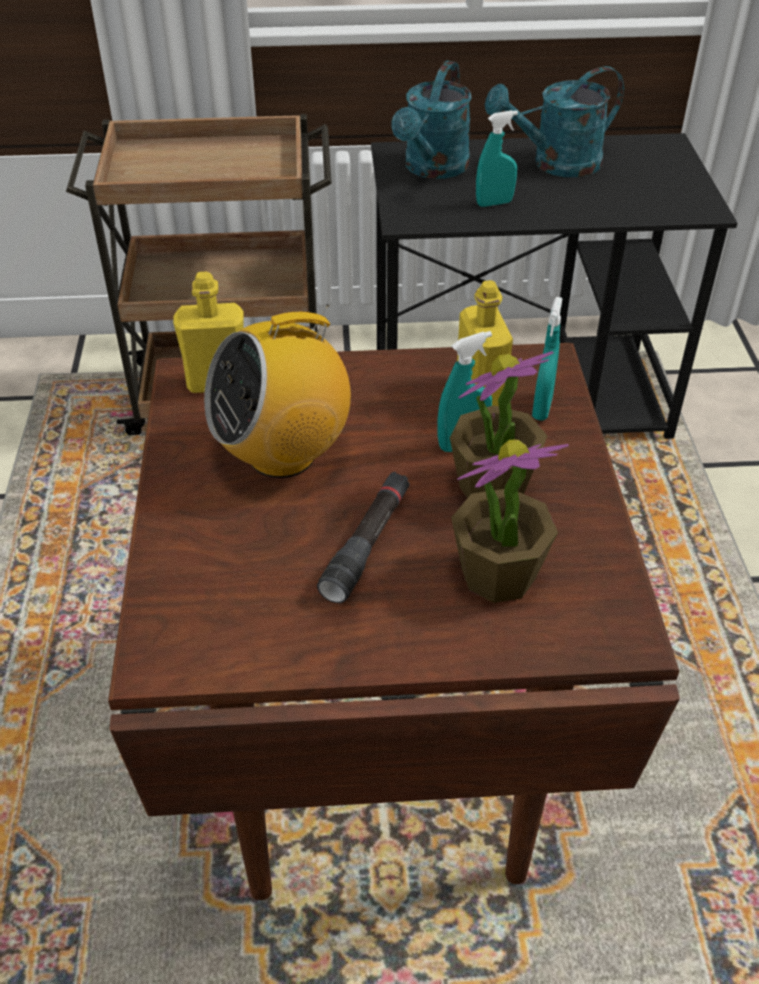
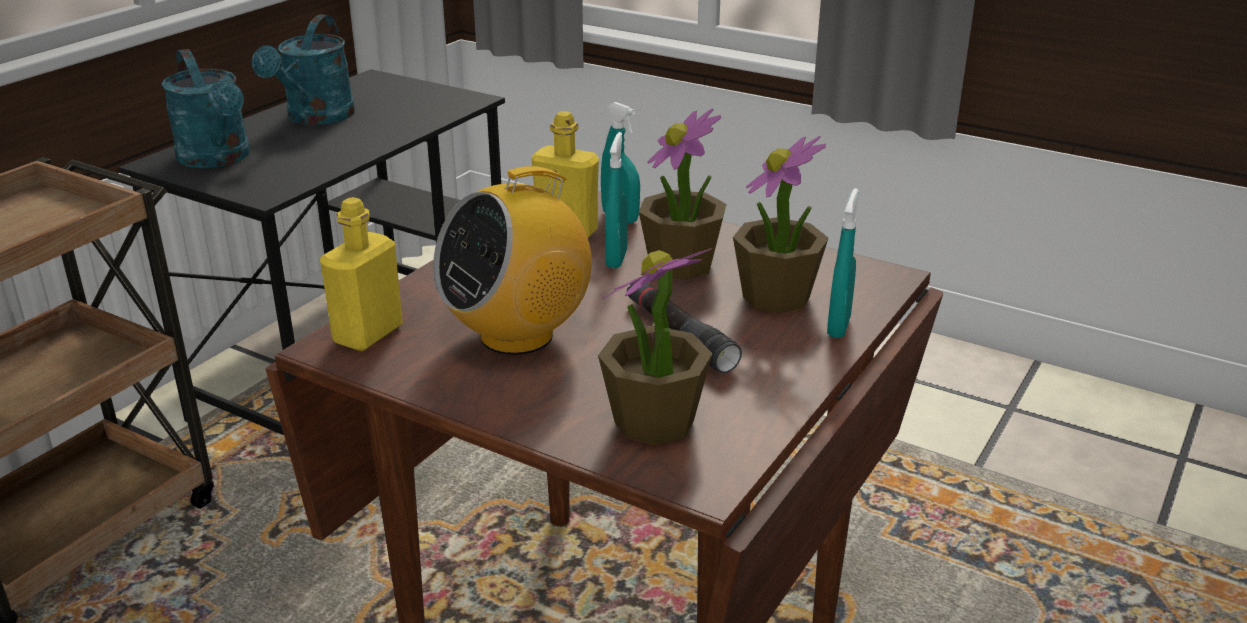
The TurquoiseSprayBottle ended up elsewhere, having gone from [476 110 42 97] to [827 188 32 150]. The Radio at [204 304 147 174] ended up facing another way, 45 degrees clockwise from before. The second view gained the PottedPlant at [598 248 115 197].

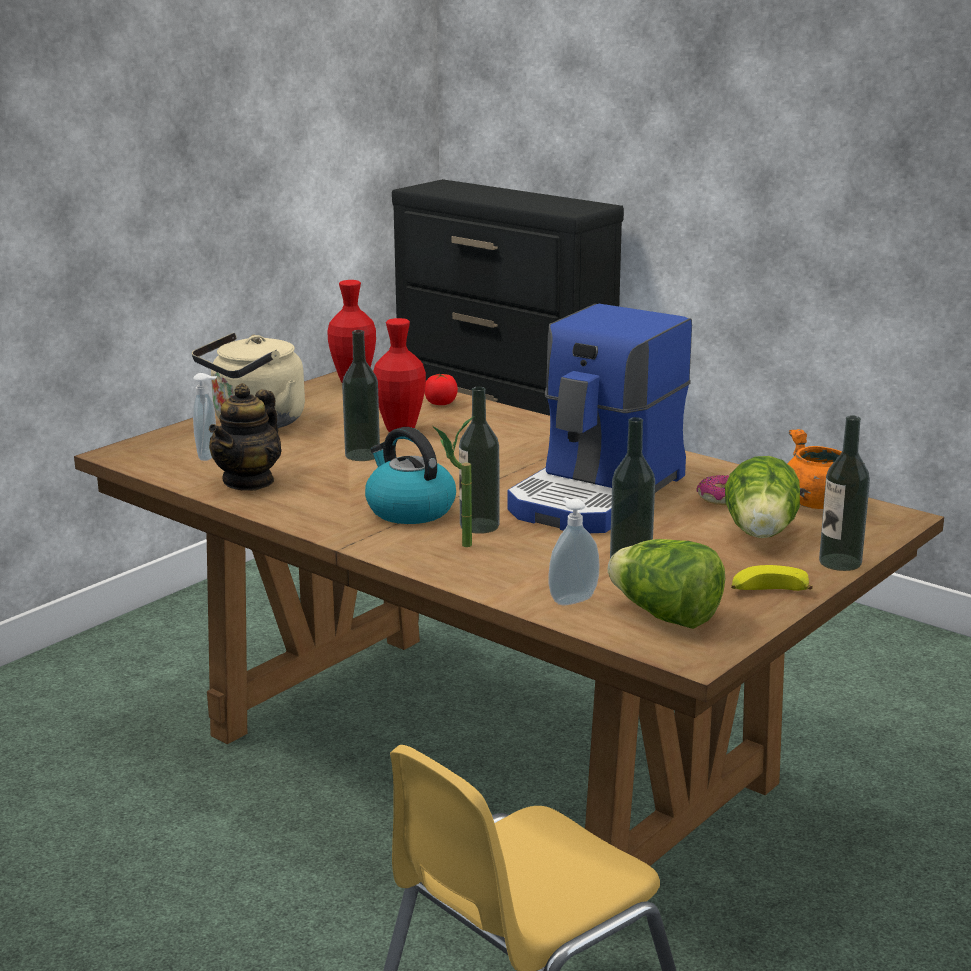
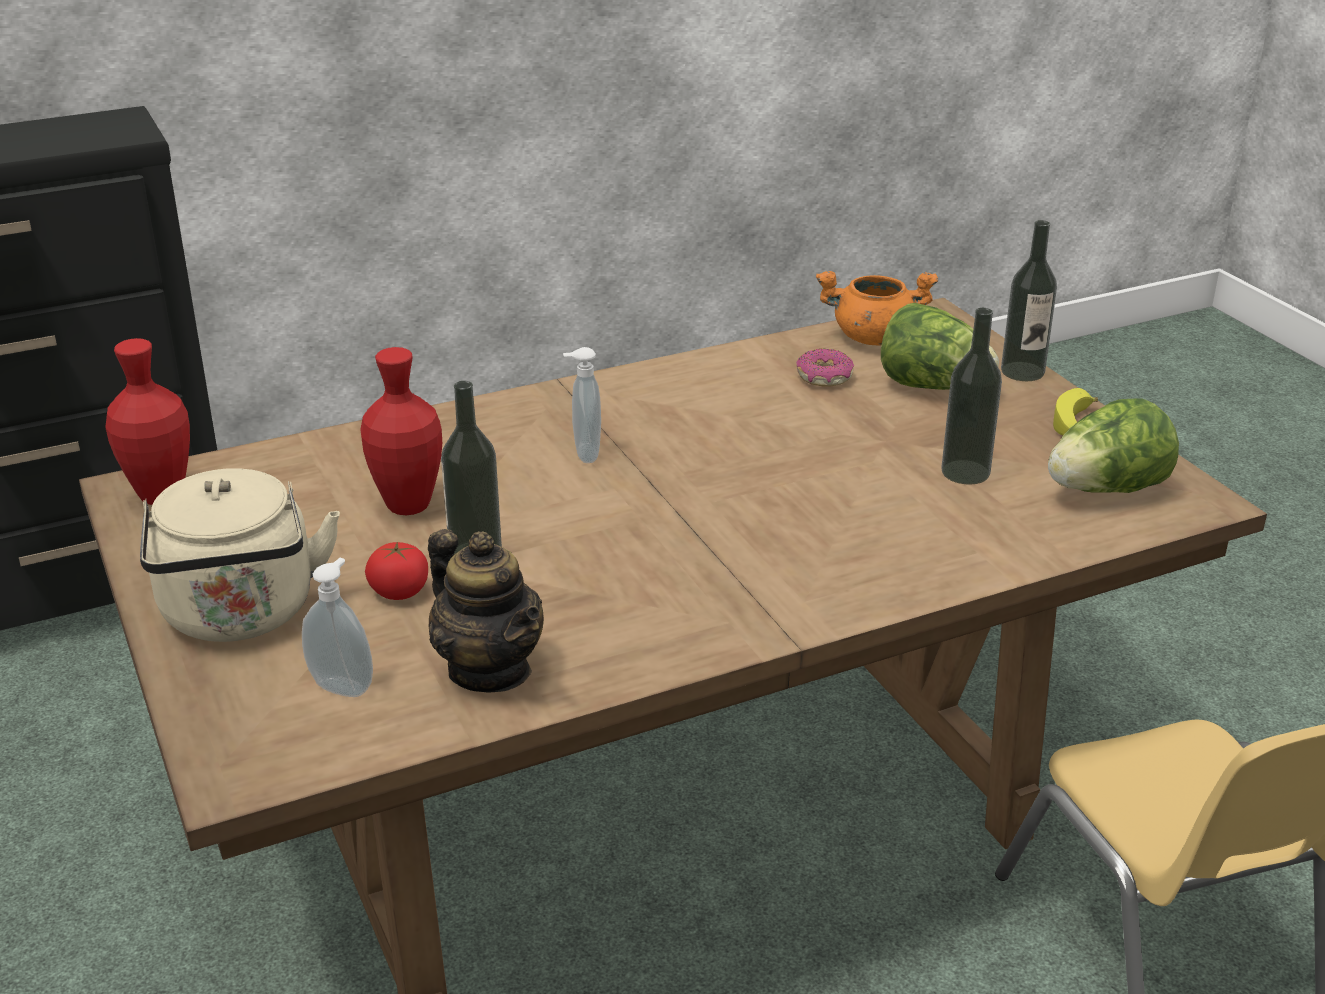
The second view lost the CoffeeMachine at [507 304 185 229]. The Tomato ended up elsewhere, having gone from [425 374 33 31] to [365 542 63 58]. The second view lost the Bottle at [459 386 40 148]. The second view lost the PottedPlant at [433 416 41 131]. The second view lost the Kettle at [365 427 91 97]. The SoapDispenser ended up elsewhere, having gone from [549 497 51 108] to [563 347 38 116].

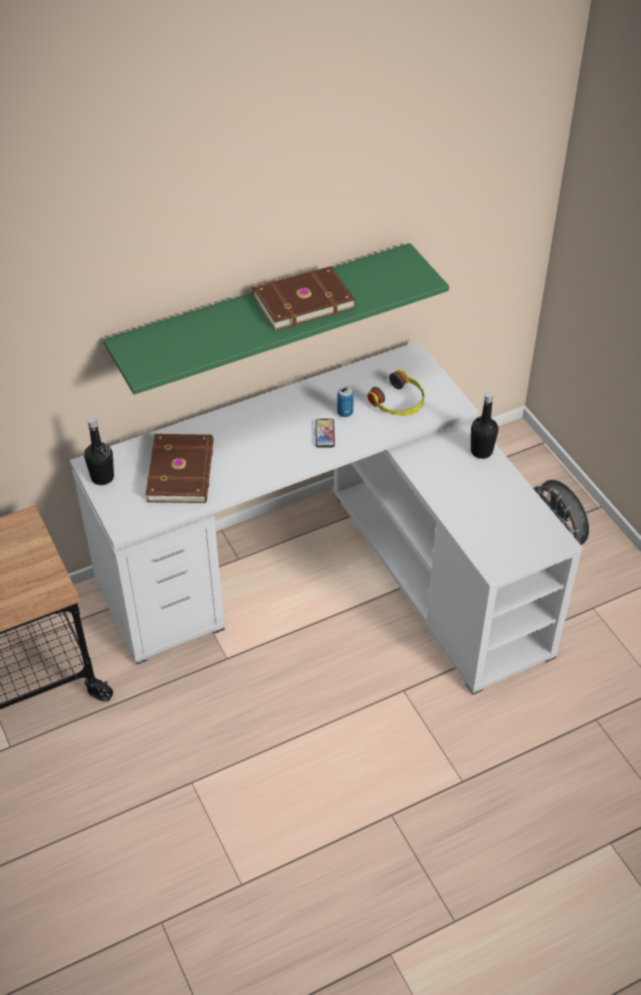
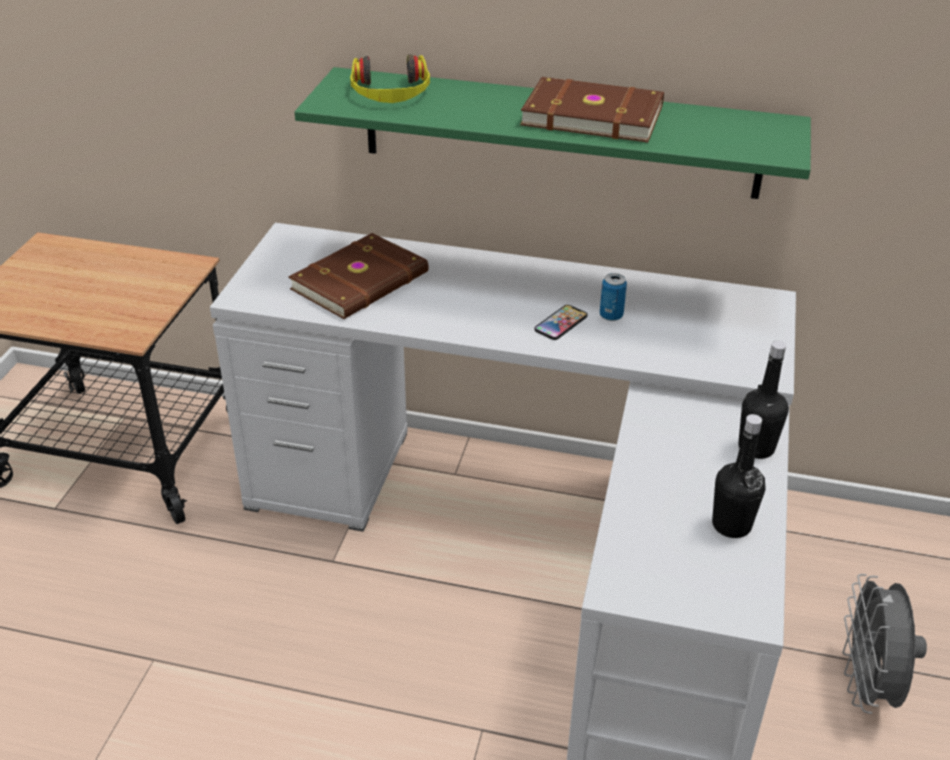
The Headphones ended up elsewhere, having gone from [367 370 58 46] to [350 54 80 49]. The BlackBottle ended up elsewhere, having gone from [84 417 30 68] to [712 414 54 124].

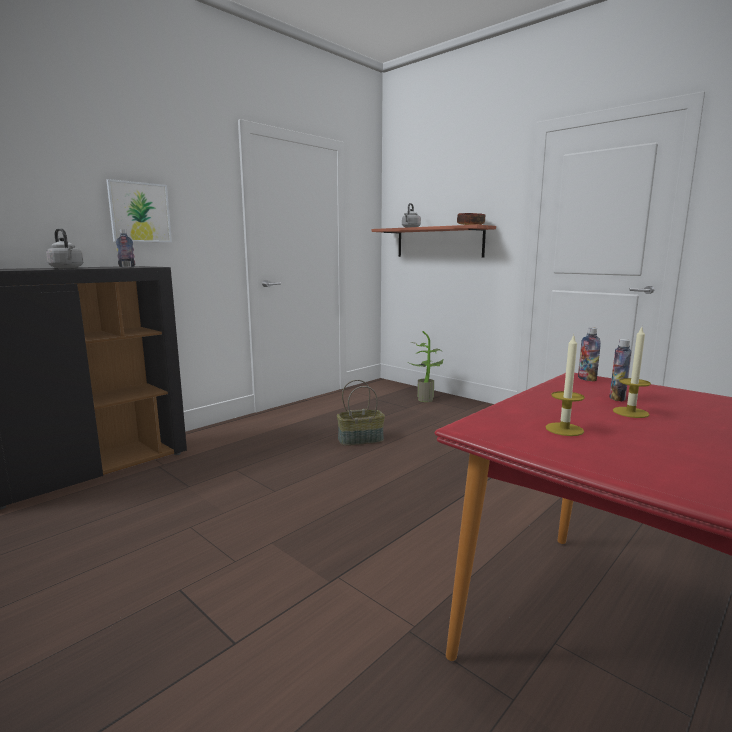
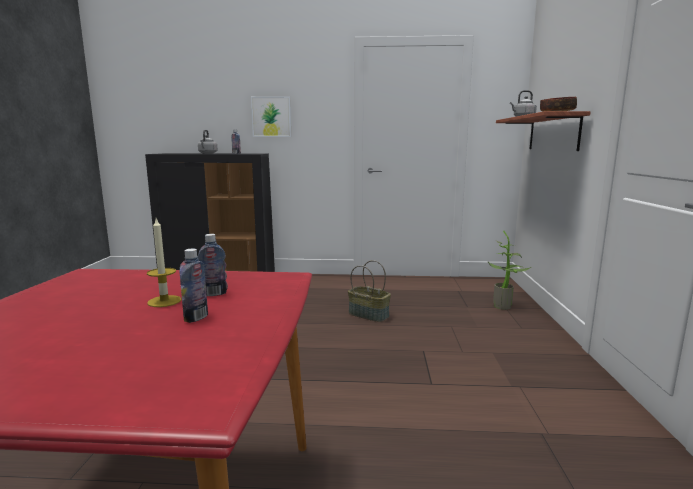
The Bottle ended up elsewhere, having gone from [578 327 23 55] to [180 248 28 75]. The second view lost the Candle at [546 335 39 101].

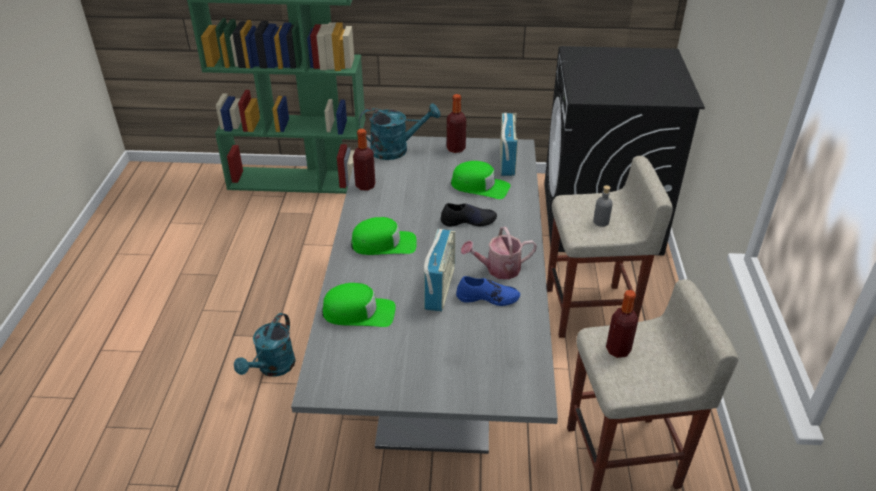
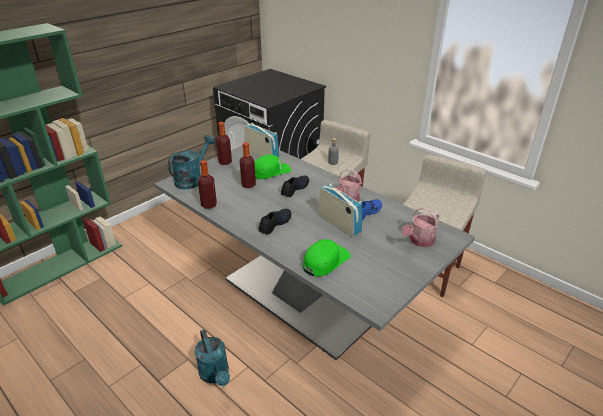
Where the GreenCap stood at [351 217 66 38], the BlackShoe came to stand at [259 209 33 25]. The Bottle ended up elsewhere, having gone from [606 290 32 68] to [240 142 16 46]. The second view gained the WateringCan at [402 207 37 40].

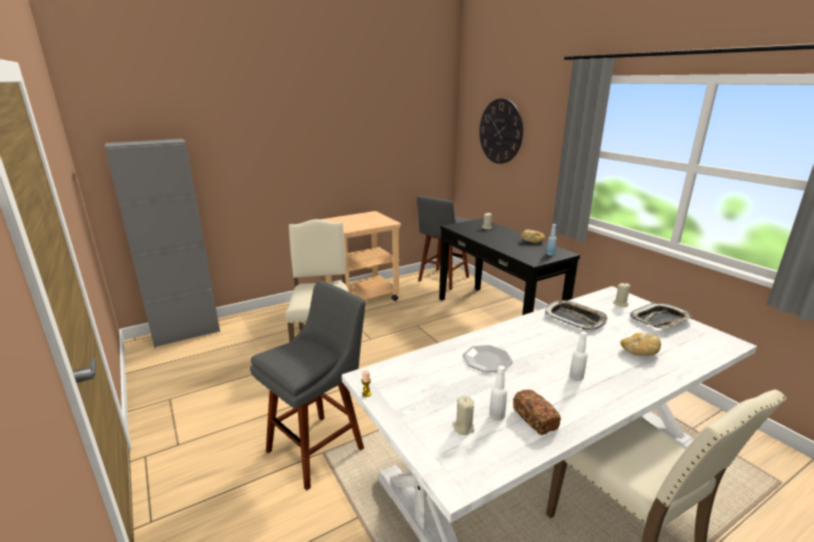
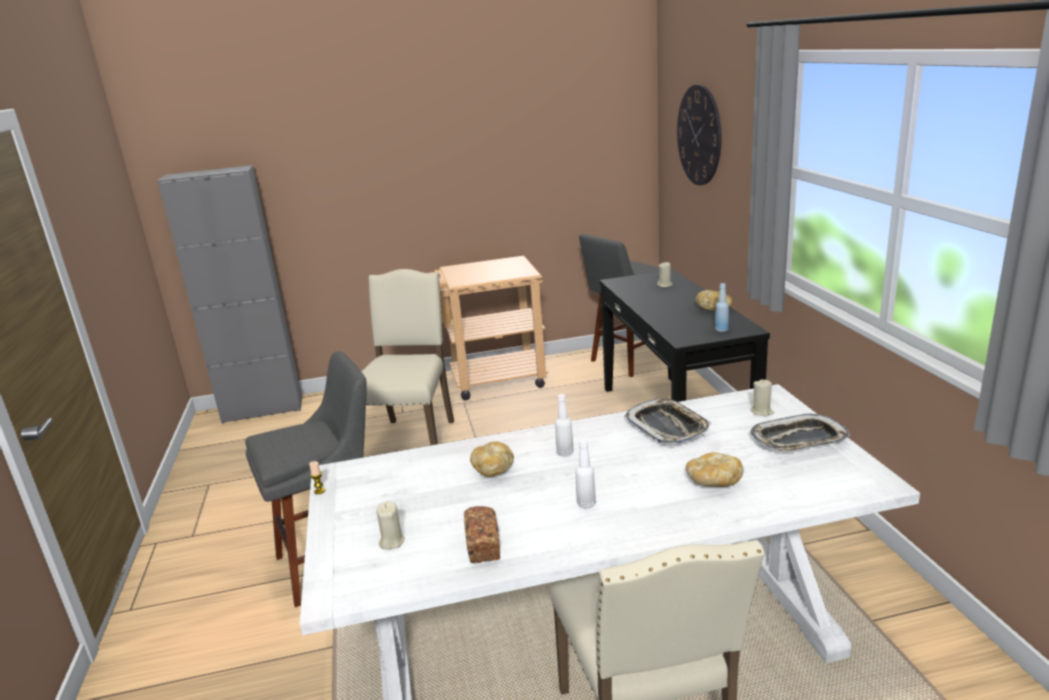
Where the Plate stood at [463 345 50 27], the Bread came to stand at [470 441 44 36]. The WhiteBottle ended up elsewhere, having gone from [489 366 18 55] to [555 394 19 62].

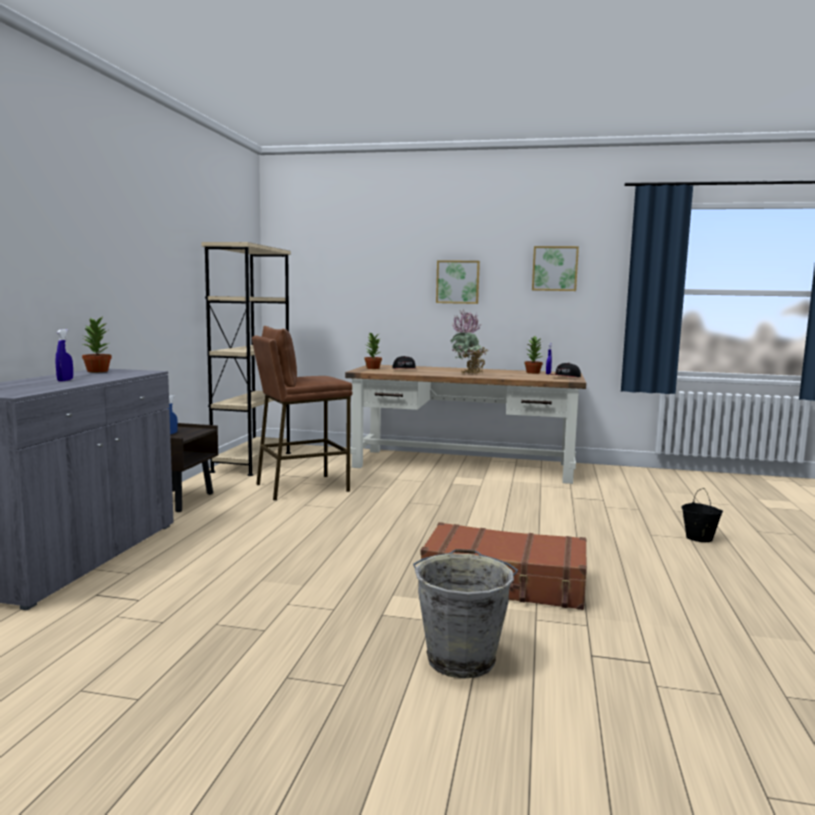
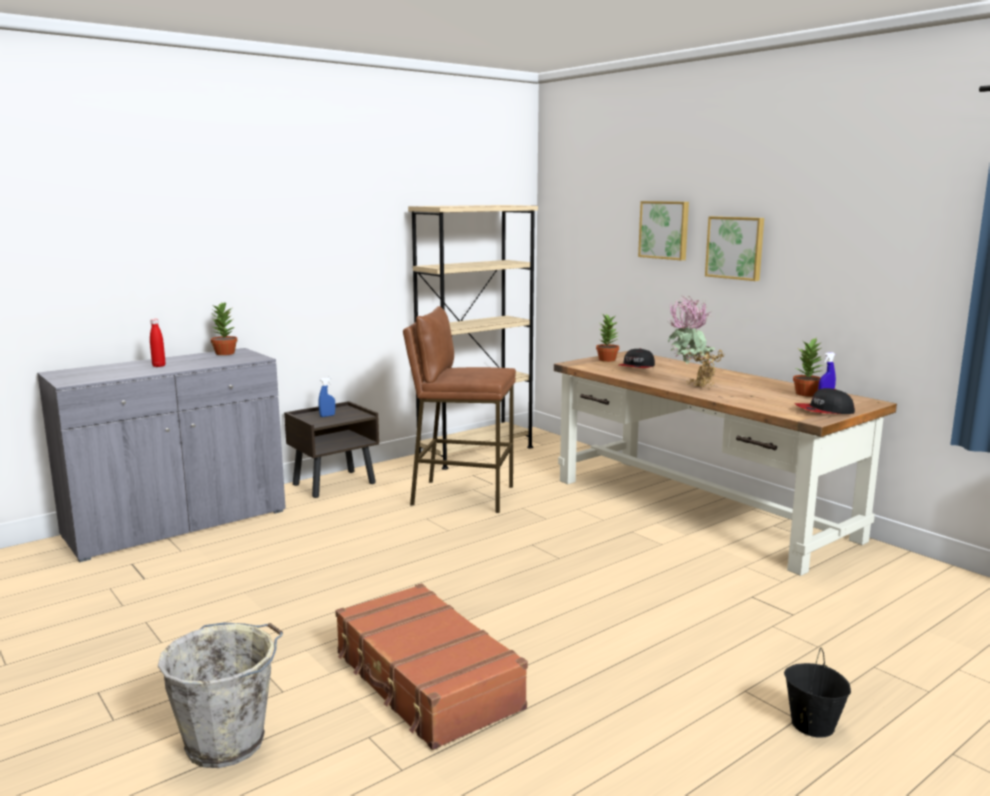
The Picture ended up elsewhere, having gone from [532 246 47 45] to [638 201 51 59]. Where the BlueSprayBottle stood at [55 329 18 53], the RedBottle came to stand at [150 319 15 48].

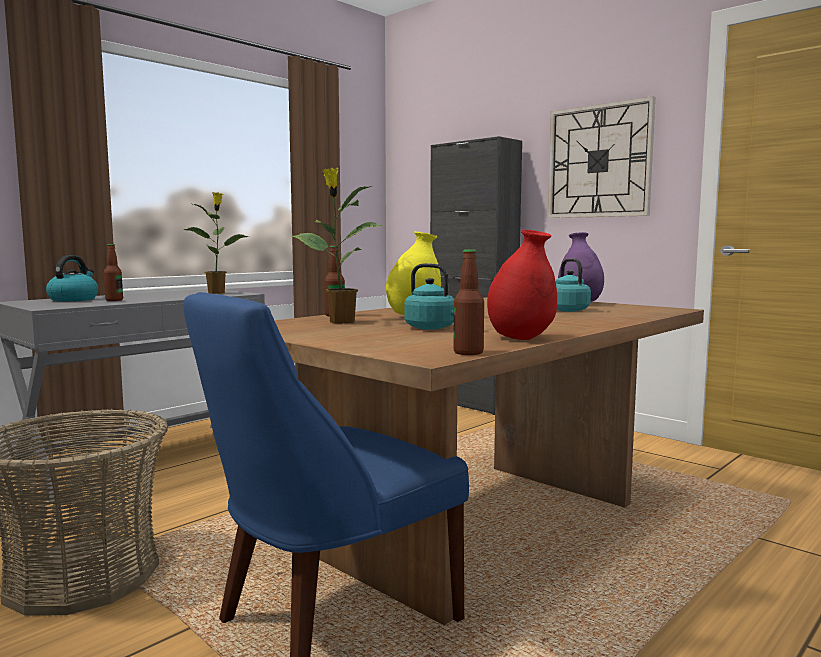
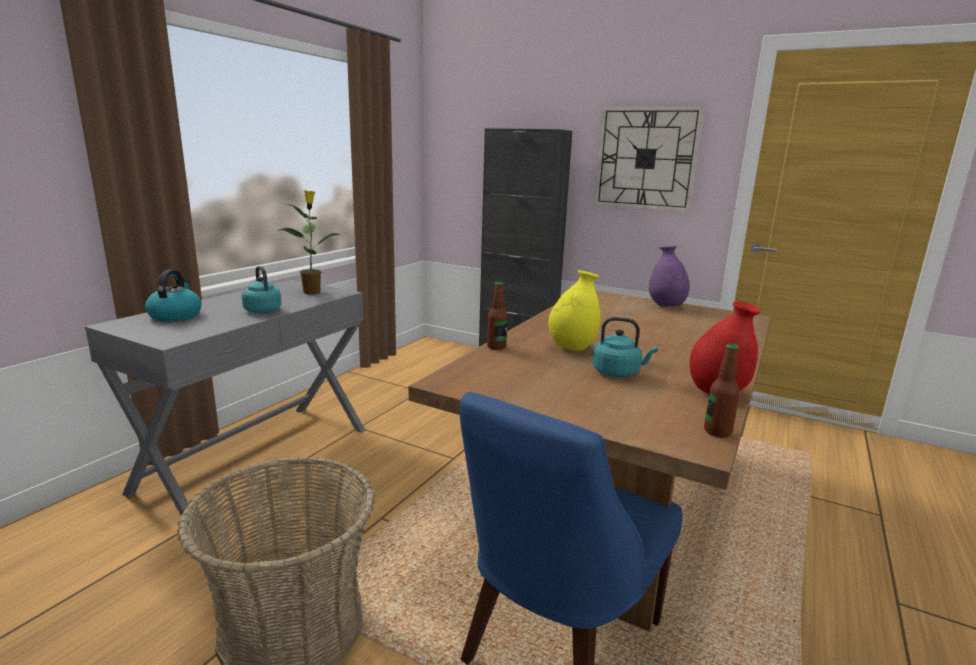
The second view lost the PottedPlant at [291 168 92 156]. The second view lost the Bottle at [104 244 19 57]. The TurquoiseKettle ended up elsewhere, having gone from [556 258 35 54] to [242 266 40 47].

